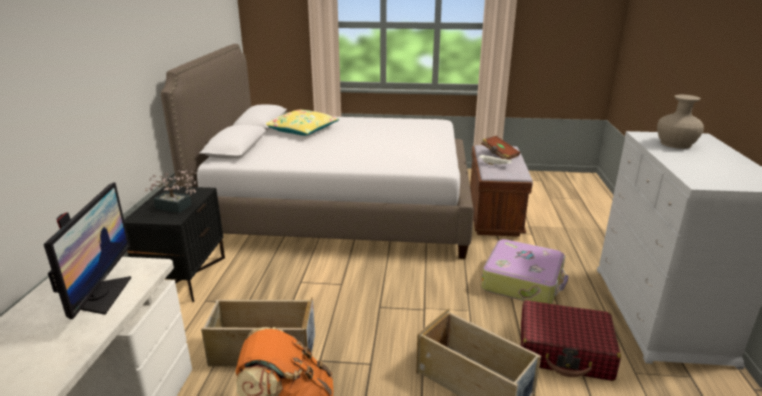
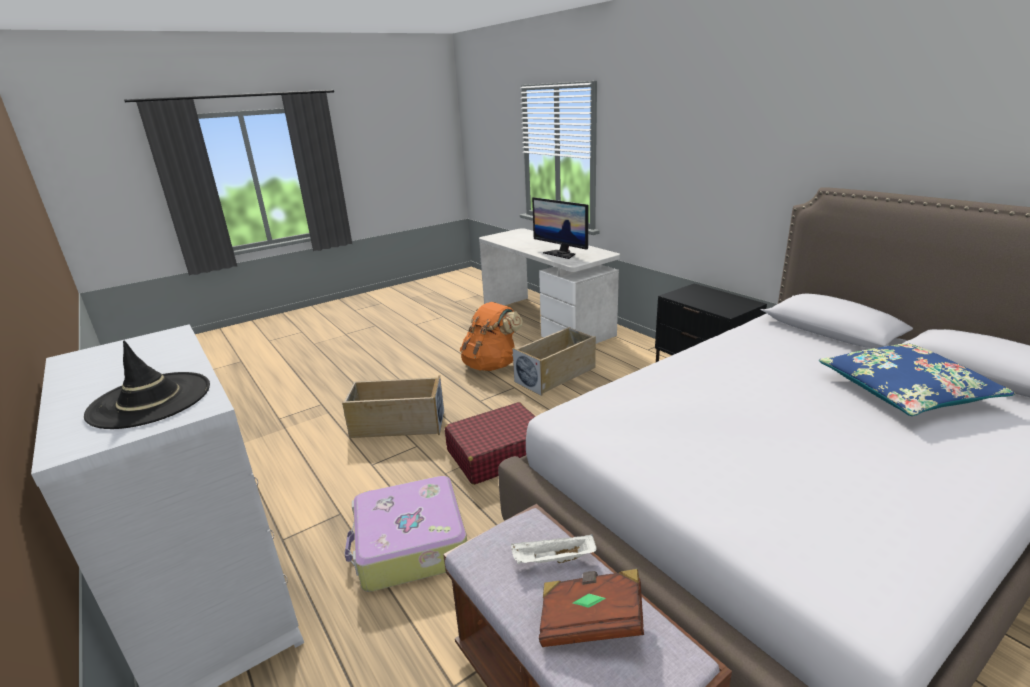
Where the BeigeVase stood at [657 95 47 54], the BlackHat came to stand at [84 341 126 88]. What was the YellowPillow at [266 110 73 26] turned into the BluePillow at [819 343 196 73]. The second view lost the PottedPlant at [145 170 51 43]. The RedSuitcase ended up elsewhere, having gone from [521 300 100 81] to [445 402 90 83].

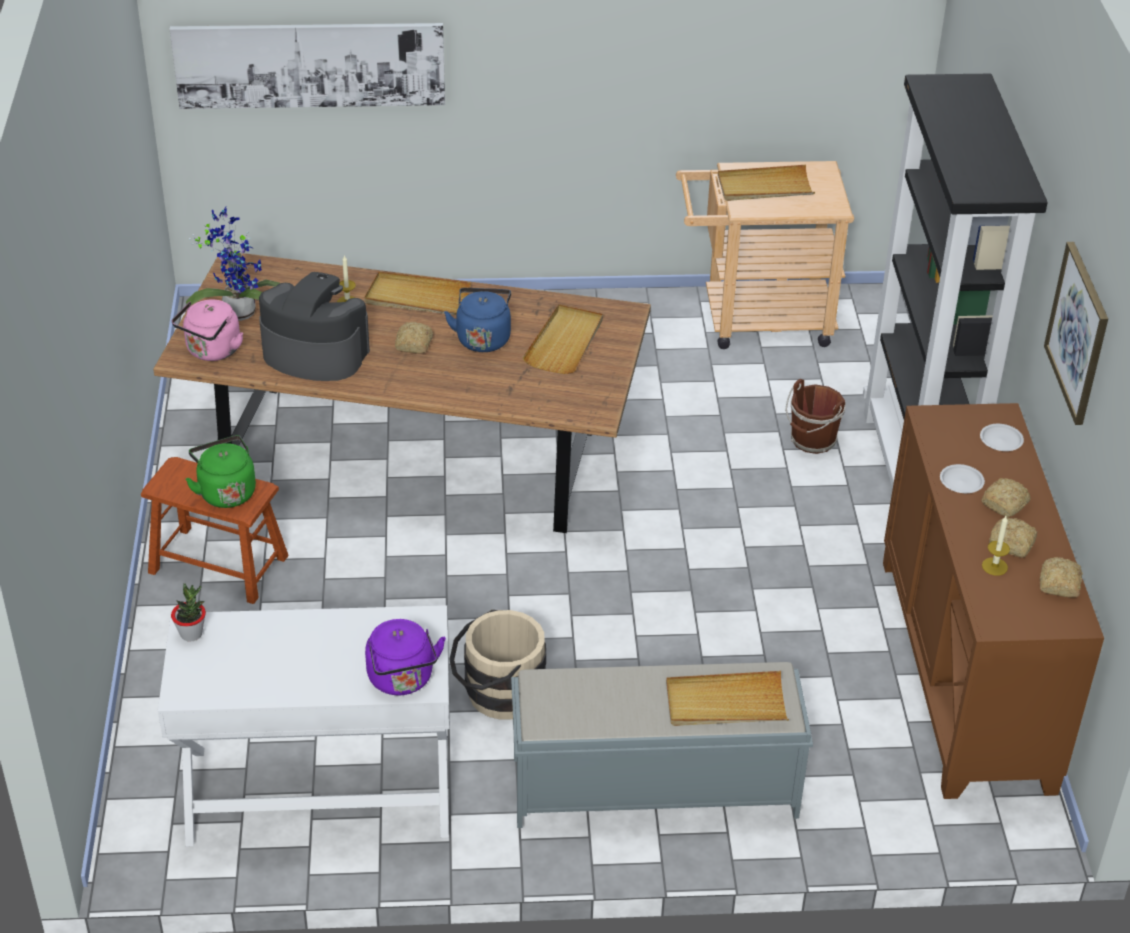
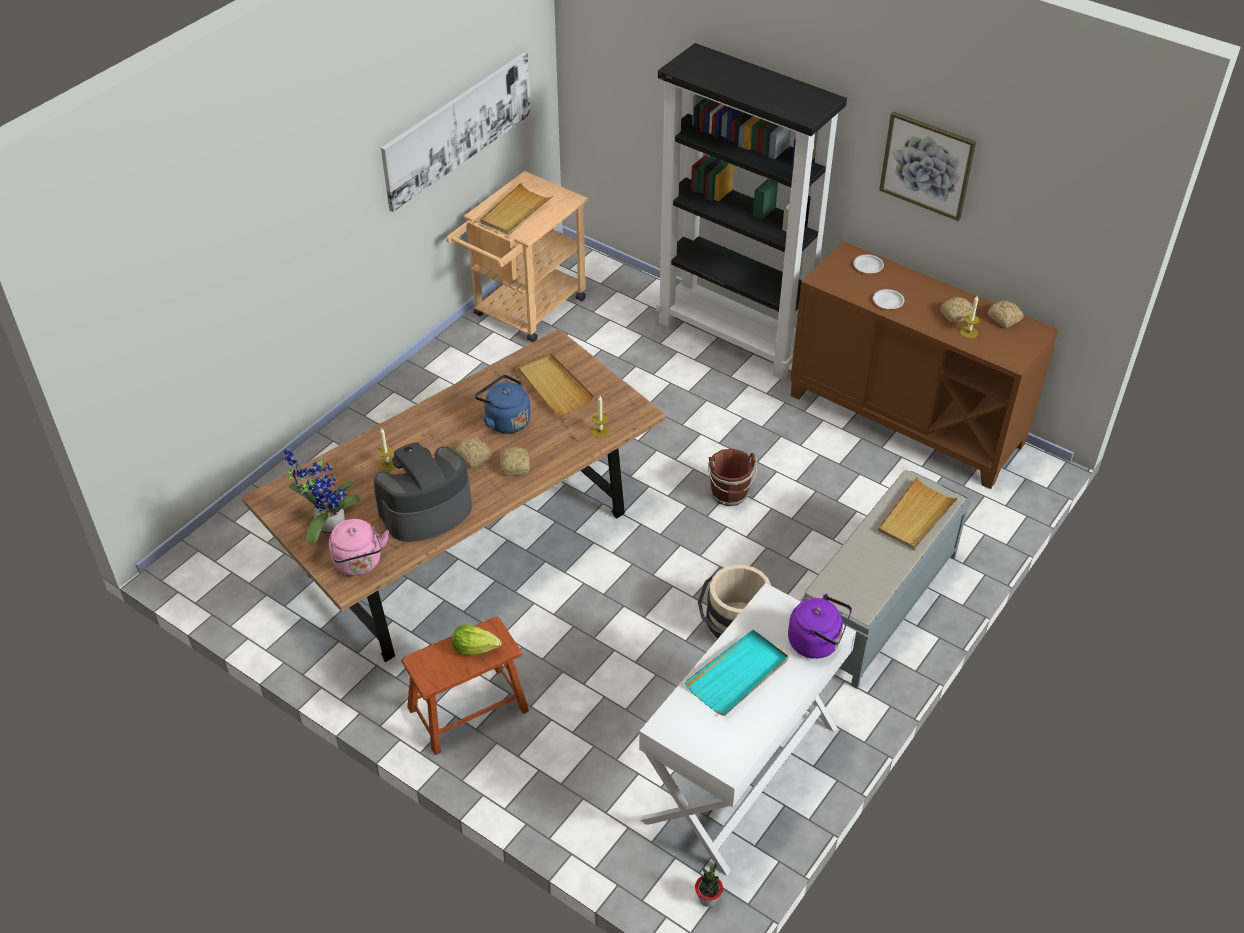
The Picture ended up elsewhere, having gone from [170 23 275 86] to [381 52 150 160]. The second view lost the BeigeTray at [364 271 107 44]. The BrownBucket ended up elsewhere, having gone from [785 379 61 75] to [708 449 49 57]. Where the GreenKettle stood at [186 435 70 73], the Lettuce came to stand at [452 624 49 31]. The Bread ended up elsewhere, having gone from [981 478 50 39] to [499 447 31 29]. The PottedPlant ended up elsewhere, having gone from [171 583 35 59] to [695 862 28 45]. The second view gained the Candle at [591 396 19 42]. The second view gained the TurquoiseTray at [685 630 103 86].

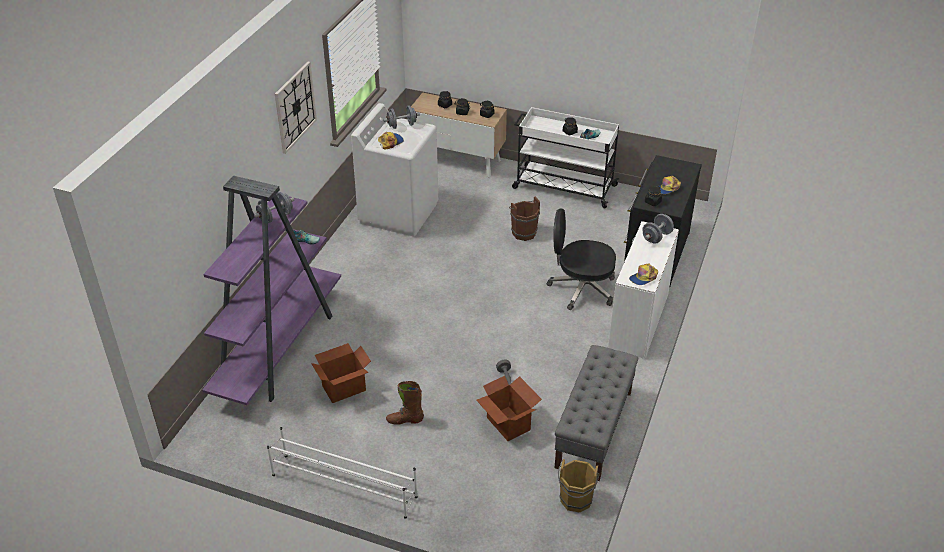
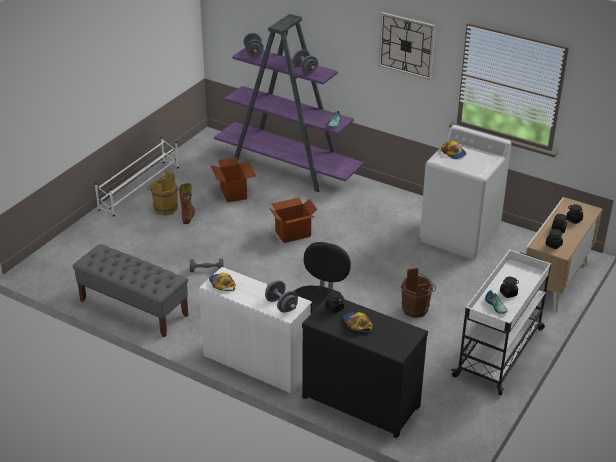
The GreyDumbbell ended up elsewhere, having gone from [383 106 37 23] to [244 33 20 24]. The CardboardBox ended up elsewhere, having gone from [476 376 66 65] to [269 198 49 45]. The BrownBucket ended up elsewhere, having gone from [558 459 41 54] to [148 171 30 45].

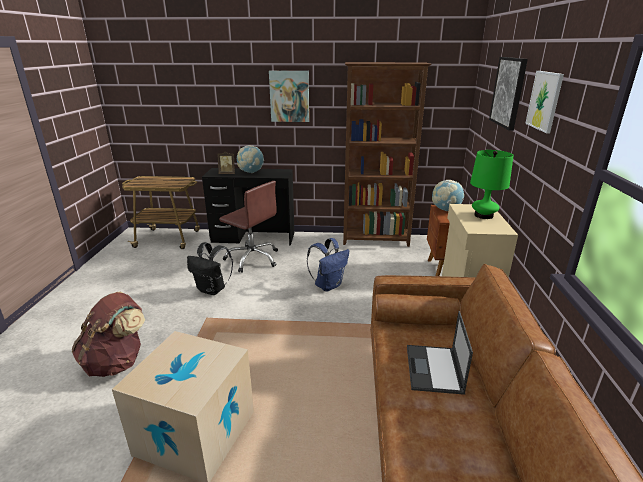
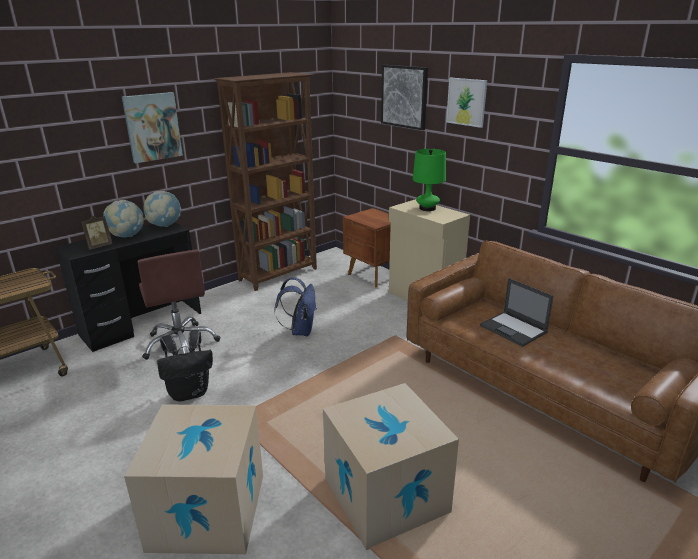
The Globe ended up elsewhere, having gone from [432 180 32 31] to [144 191 37 36]. The BrownOfficeChair at [219 181 59 92] ended up facing another way, 75 degrees clockwise from before. Where the BrownBackpack stood at [72 292 73 85], the CardboardBox came to stand at [124 404 139 150].

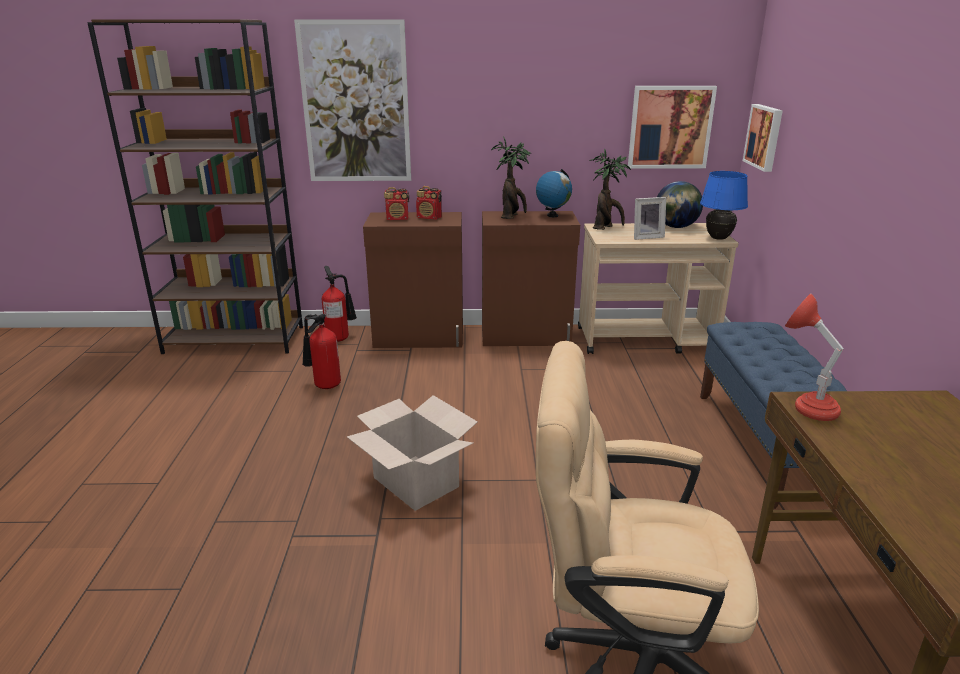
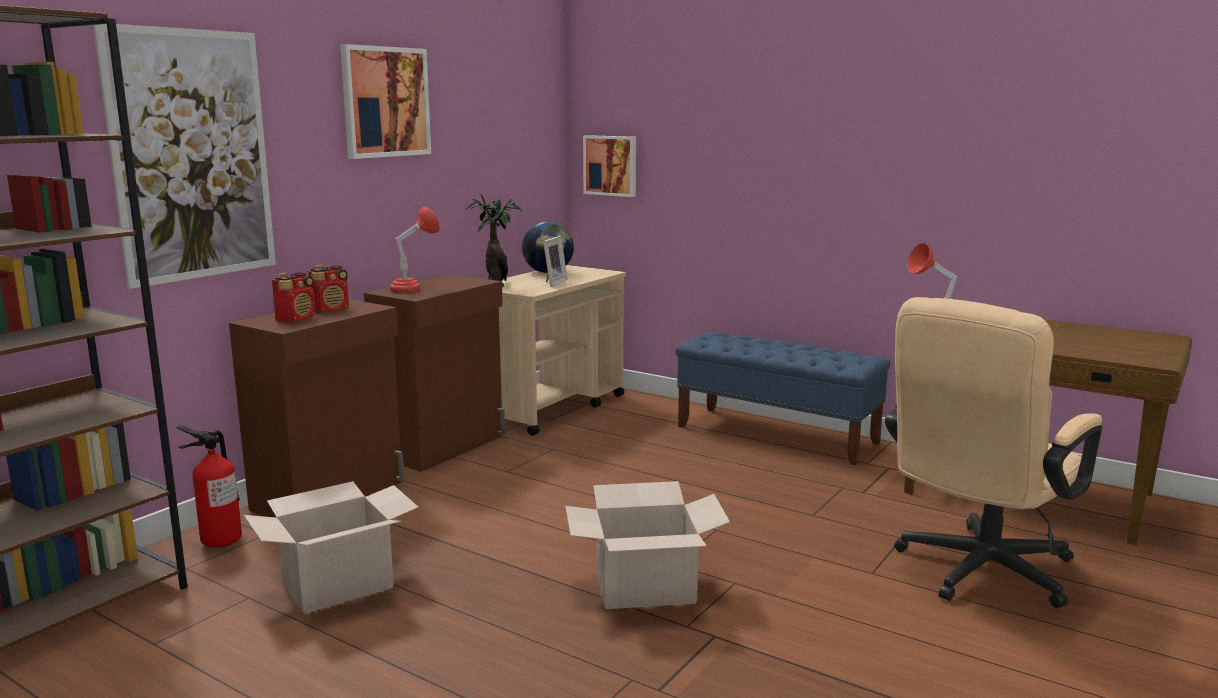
The Picture ended up elsewhere, having gone from [628 86 89 83] to [340 44 91 115]. Where the PottedPlant stood at [491 136 40 83], the RedTableLamp came to stand at [390 207 50 86]. The second view lost the Globe at [536 169 36 48]. The second view lost the BlueTableLamp at [700 171 48 69]. Where the FireExtinguisher stood at [302 314 39 75], the CardboardBox came to stand at [244 481 175 133].

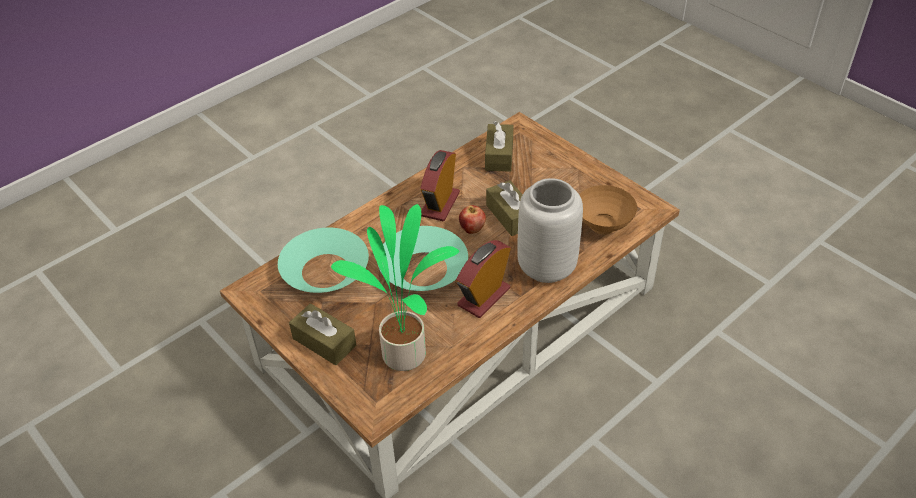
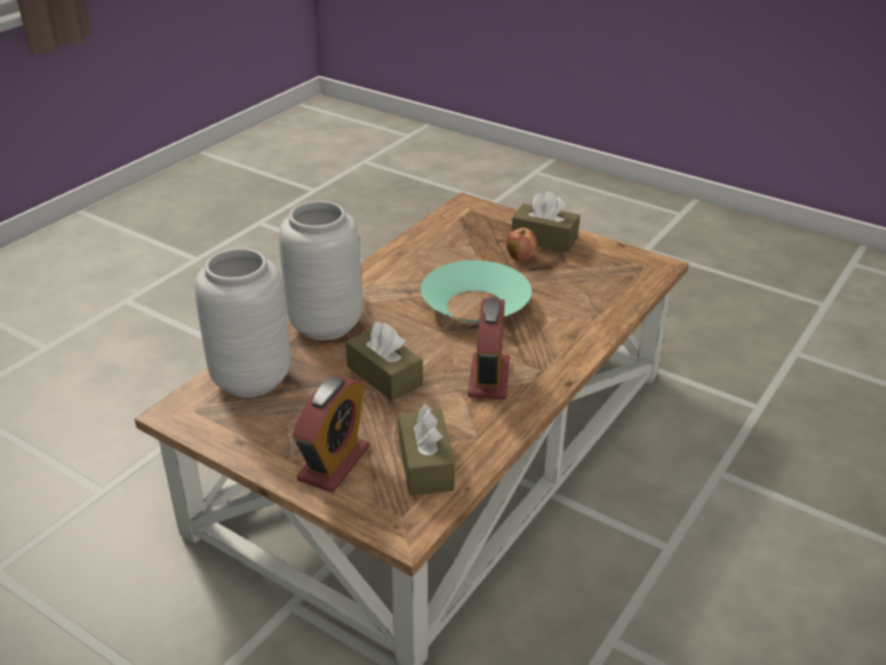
Where the BrownBowl stood at [579 185 58 50], the GreyVase came to stand at [195 248 95 149]. The second view lost the PottedPlant at [331 204 128 167]. The Apple ended up elsewhere, having gone from [459 205 27 29] to [506 228 32 34]. The second view lost the TurquoiseBowl at [278 228 91 65]. The AlarmClock ended up elsewhere, having gone from [456 240 55 78] to [292 376 78 117].

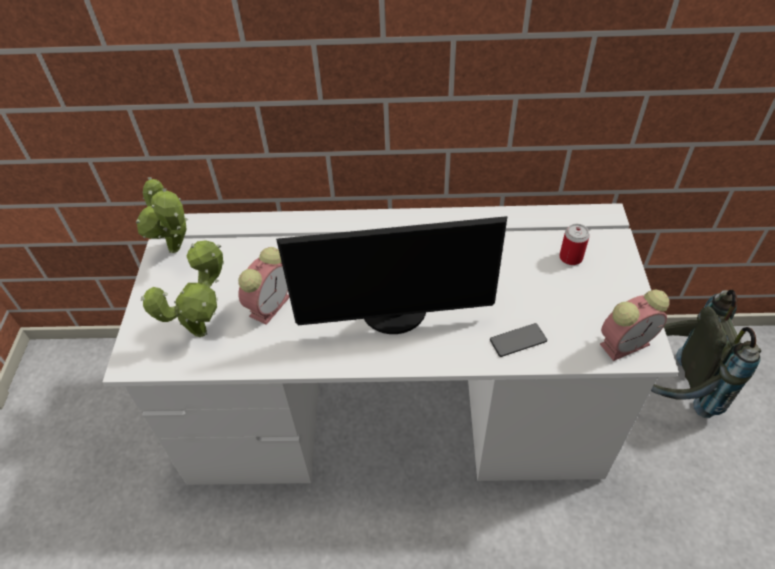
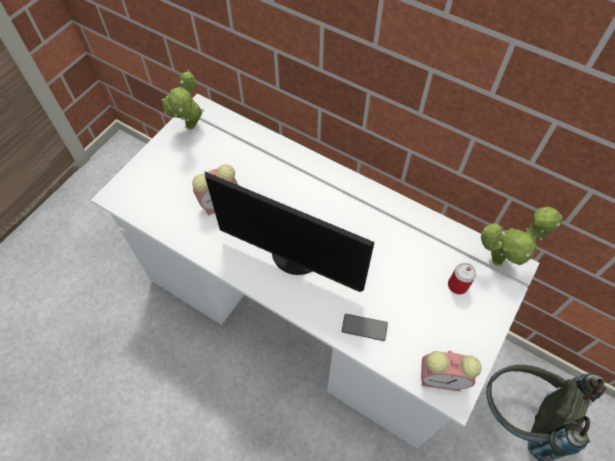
The PottedPlant ended up elsewhere, having gone from [141 240 83 97] to [481 207 81 59].

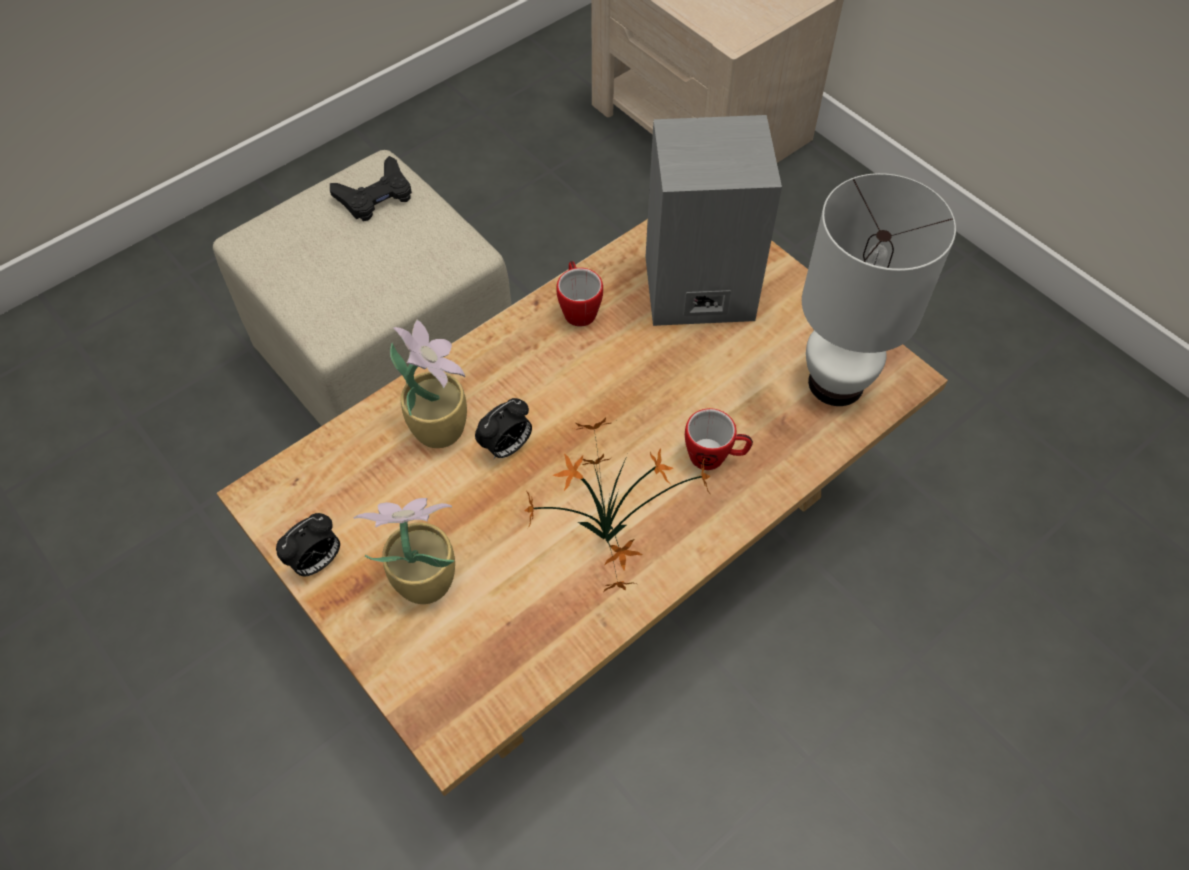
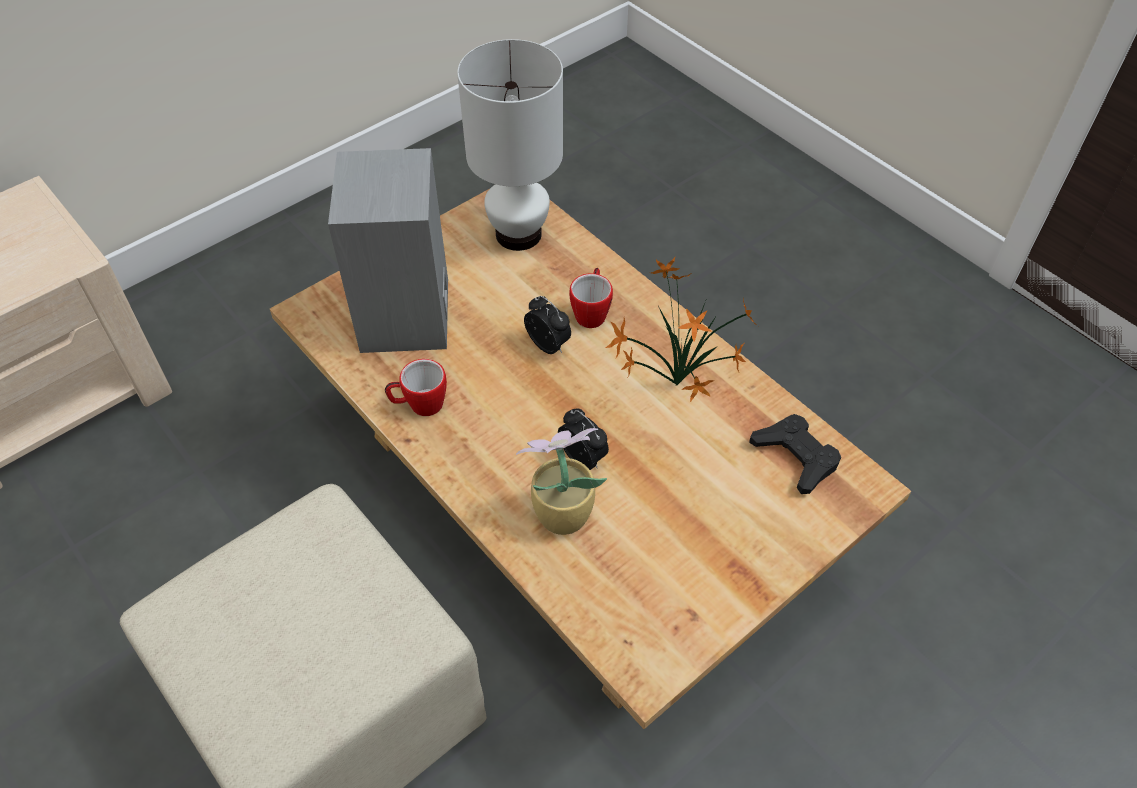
The BlackGameController ended up elsewhere, having gone from [330 156 82 65] to [749 414 92 80]. The second view lost the PottedPlant at [354 498 101 106]. The AlarmClock ended up elsewhere, having gone from [276 513 64 63] to [524 296 47 58].

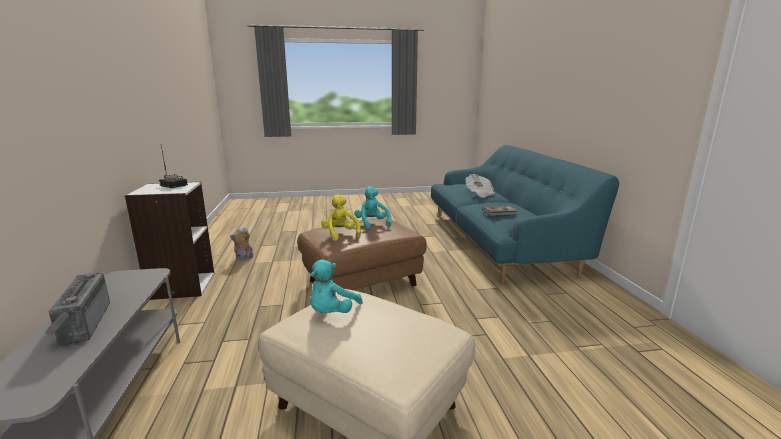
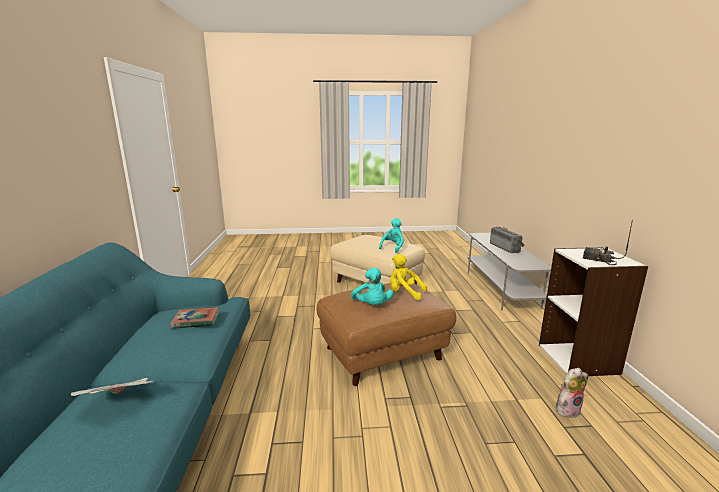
The YellowPlushToy at [321 194 40 47] ended up facing another way, 135 degrees clockwise from before.

